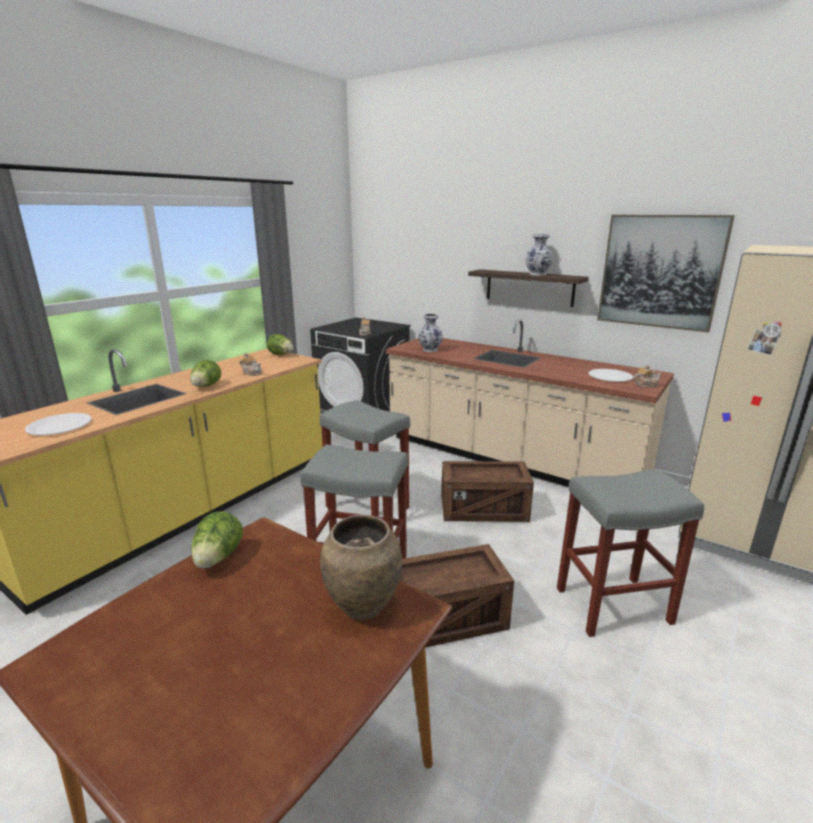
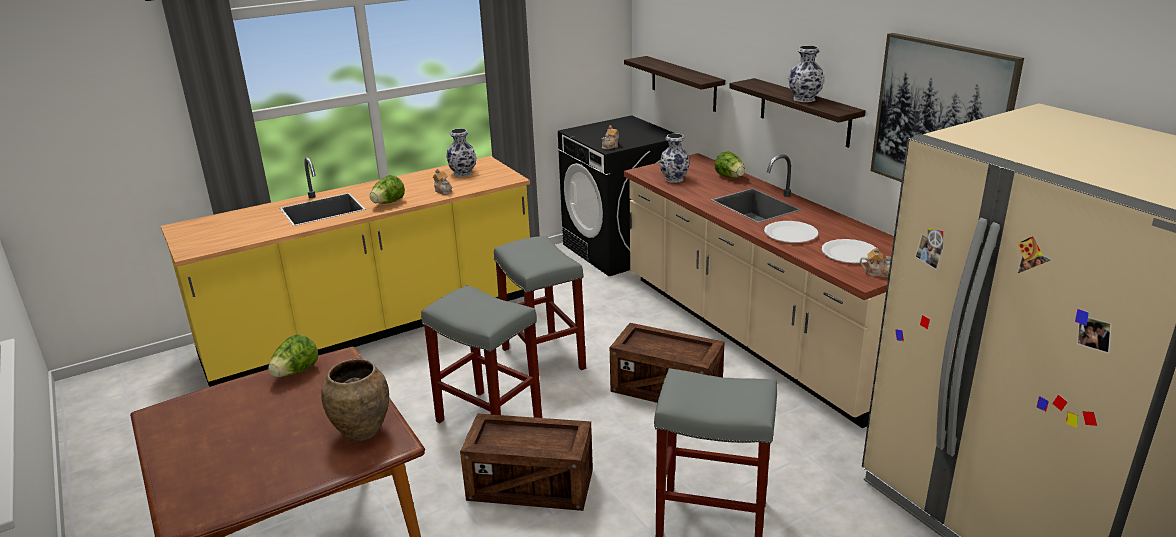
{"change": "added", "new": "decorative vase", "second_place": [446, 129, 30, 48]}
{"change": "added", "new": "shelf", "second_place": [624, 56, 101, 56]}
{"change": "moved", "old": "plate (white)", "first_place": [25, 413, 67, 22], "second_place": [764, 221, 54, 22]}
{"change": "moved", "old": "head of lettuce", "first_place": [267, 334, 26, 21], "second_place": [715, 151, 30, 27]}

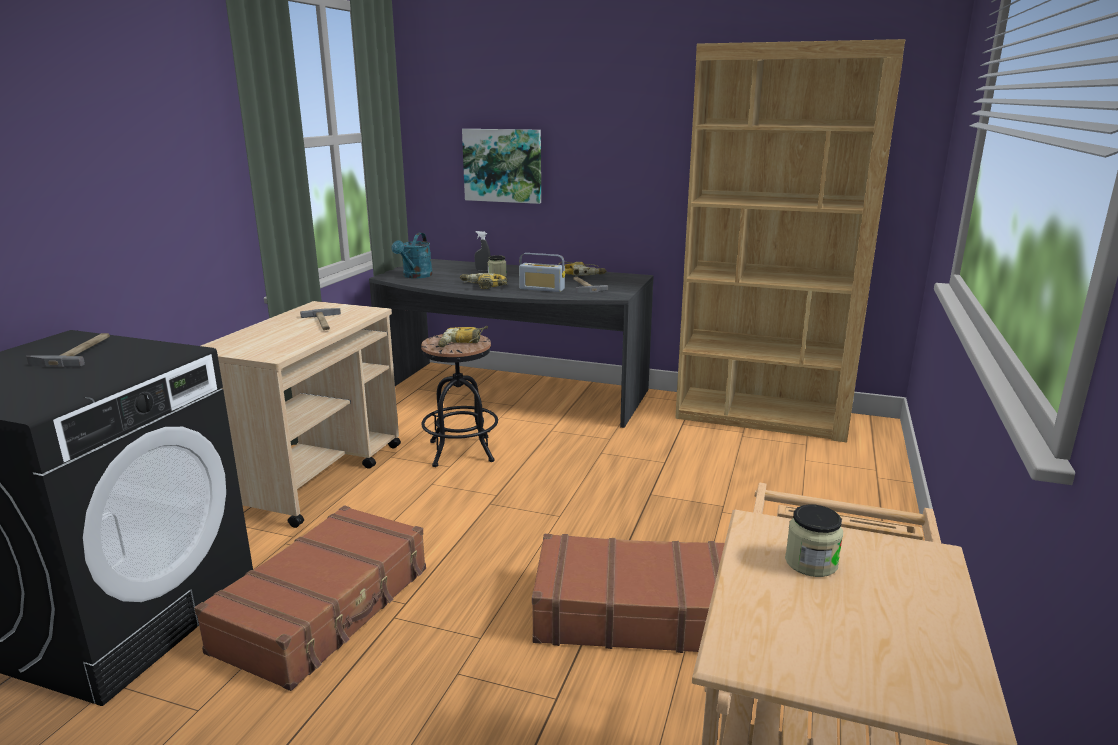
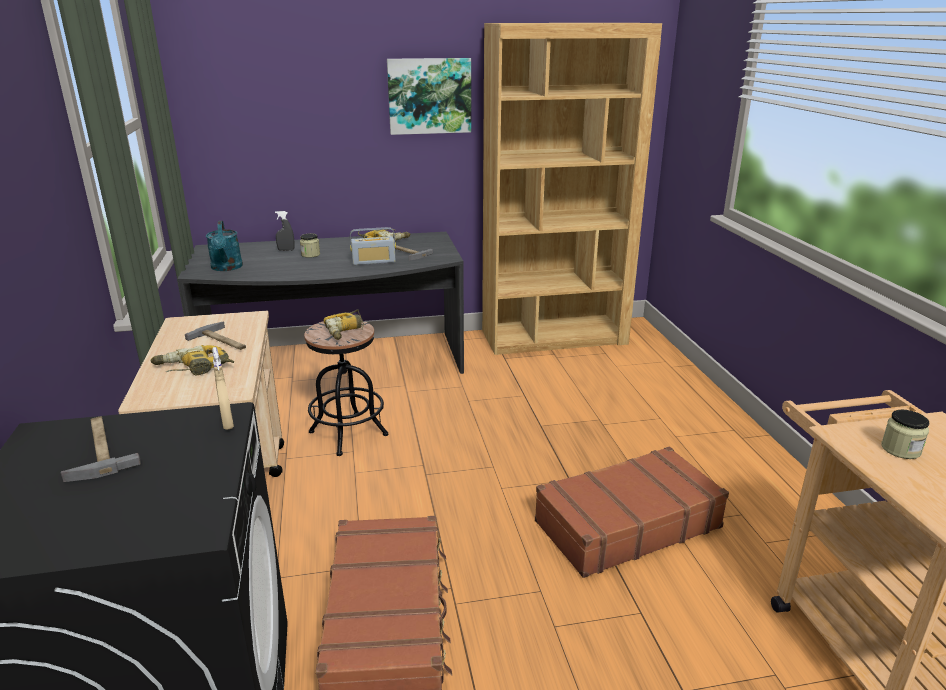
{"change": "added", "new": "hand sprayer (sand-coloured)", "second_place": [212, 347, 22, 83]}
{"change": "moved", "old": "electric drill", "first_place": [460, 273, 47, 16], "second_place": [150, 345, 84, 31]}
{"change": "moved", "old": "picture", "first_place": [462, 129, 79, 75], "second_place": [387, 58, 84, 77]}

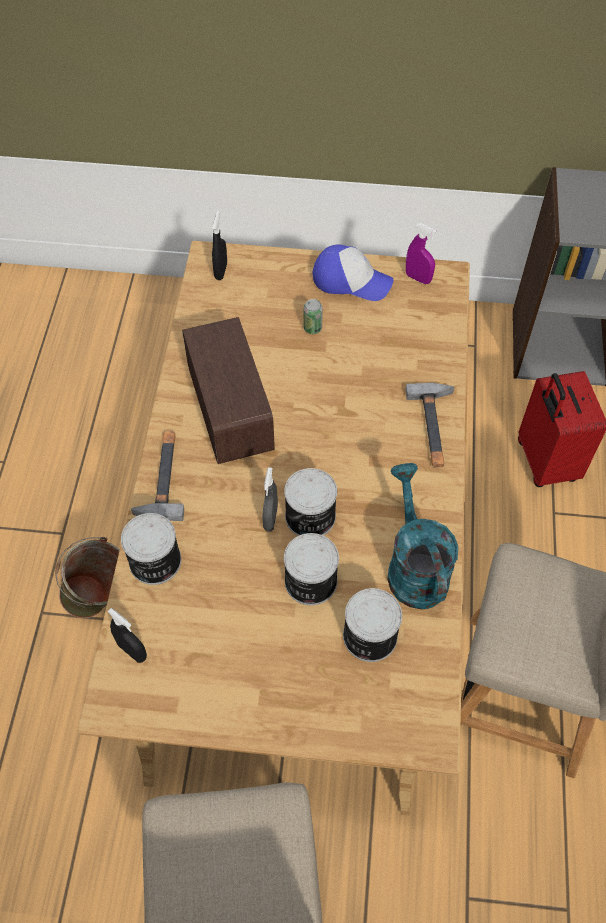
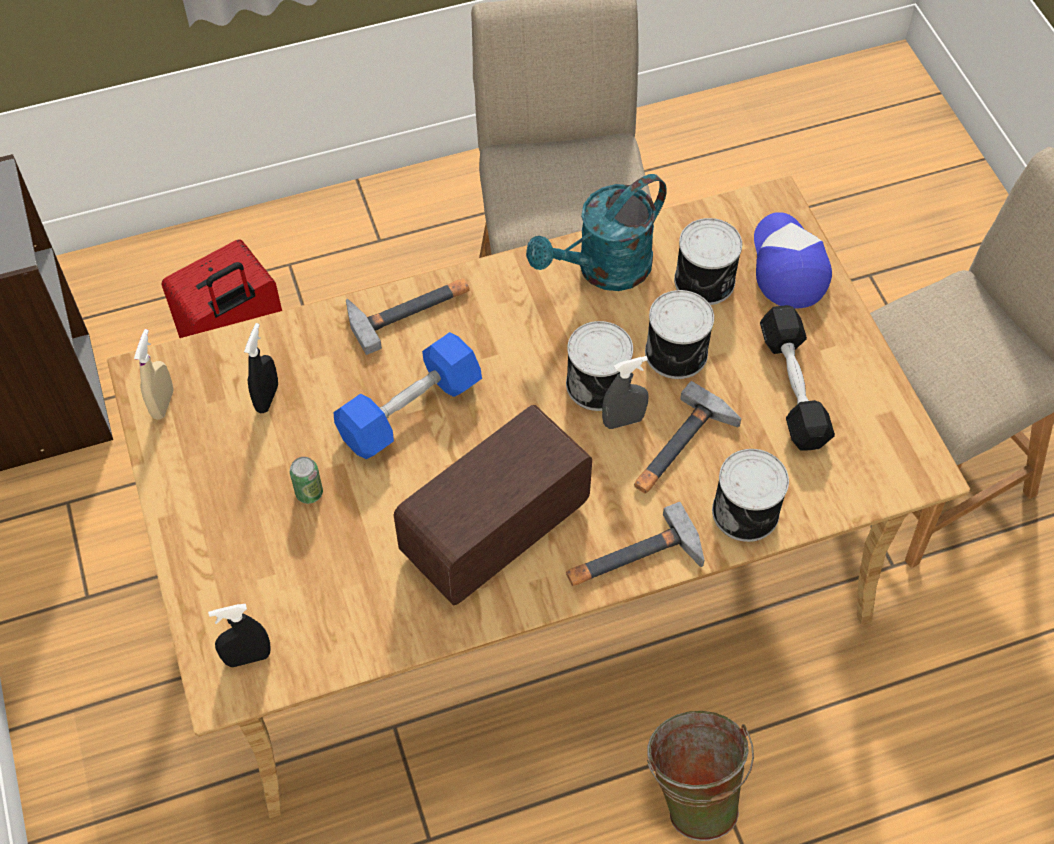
{"change": "added", "new": "free weight (blue-coloured)", "second_place": [333, 332, 149, 127]}
{"change": "added", "new": "hammer", "second_place": [634, 381, 107, 112]}
{"change": "added", "new": "free weight (black-coloured)", "second_place": [760, 305, 75, 146]}
{"change": "moved", "old": "hand sprayer (black-coloured)", "first_place": [107, 608, 40, 55], "second_place": [244, 323, 34, 90]}
{"change": "moved", "old": "baseball cap", "first_place": [312, 244, 81, 57], "second_place": [754, 212, 78, 97]}
{"change": "recoloured", "old": "hand sprayer (purple)", "new": "hand sprayer (sand-coloured)", "first_place": [406, 223, 31, 61], "second_place": [134, 329, 40, 91]}

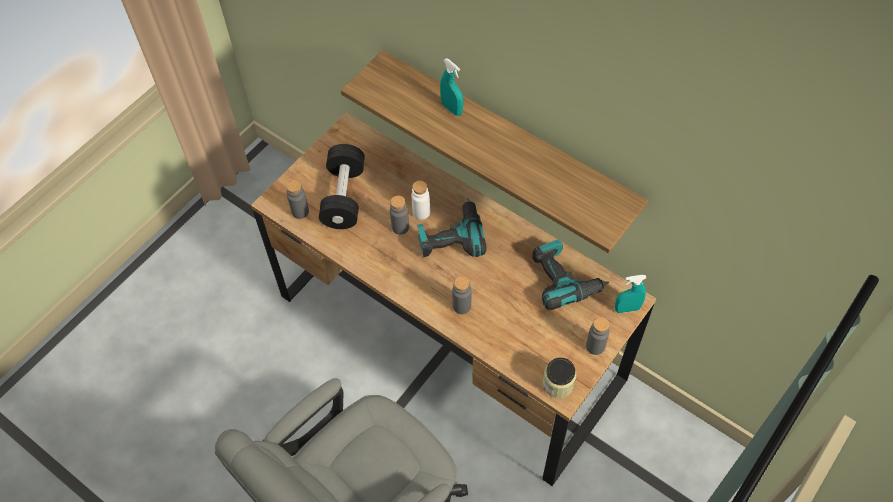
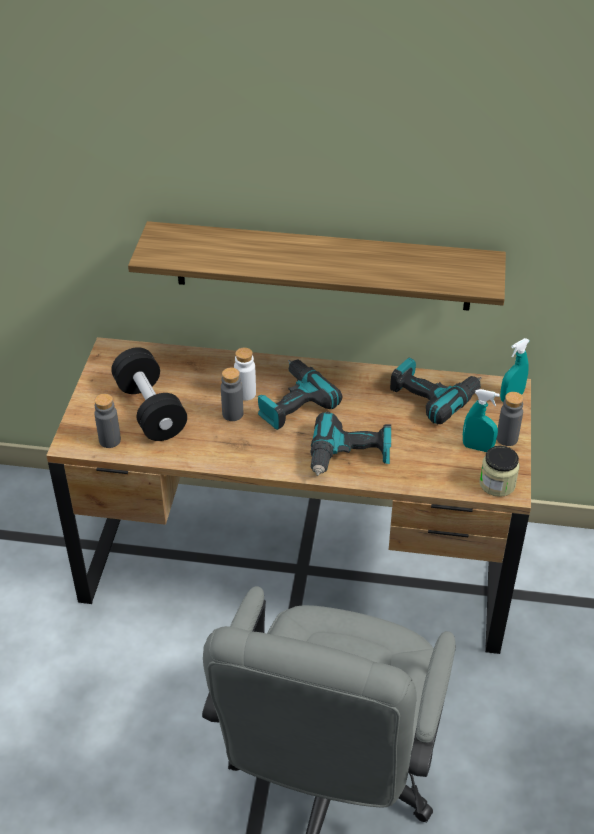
{"change": "moved", "old": "hand sprayer (turquoise-coloured)", "first_place": [440, 58, 23, 58], "second_place": [463, 389, 37, 63]}
{"change": "replaced", "old": "beverage bottle (grey)", "new": "electric drill", "first_place": [452, 276, 19, 38], "second_place": [310, 412, 81, 64]}

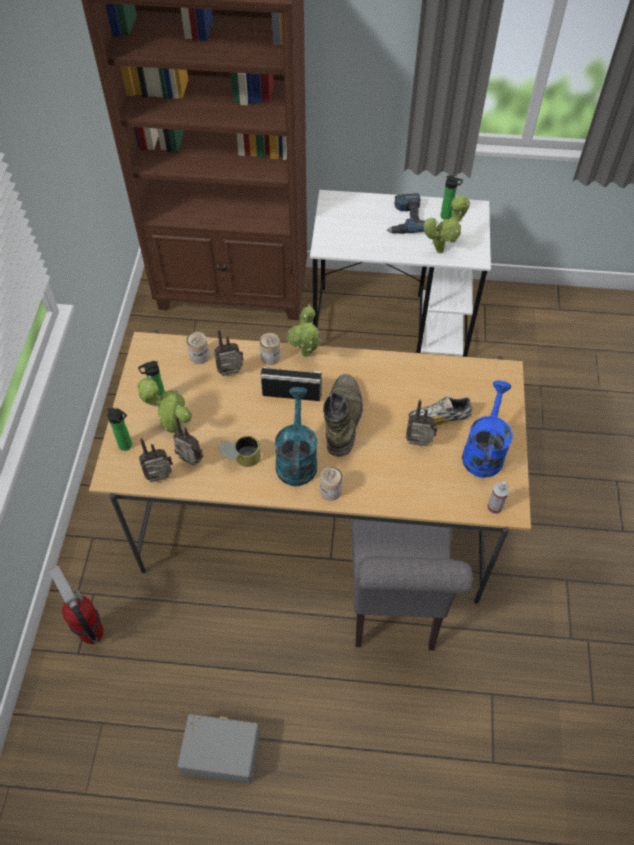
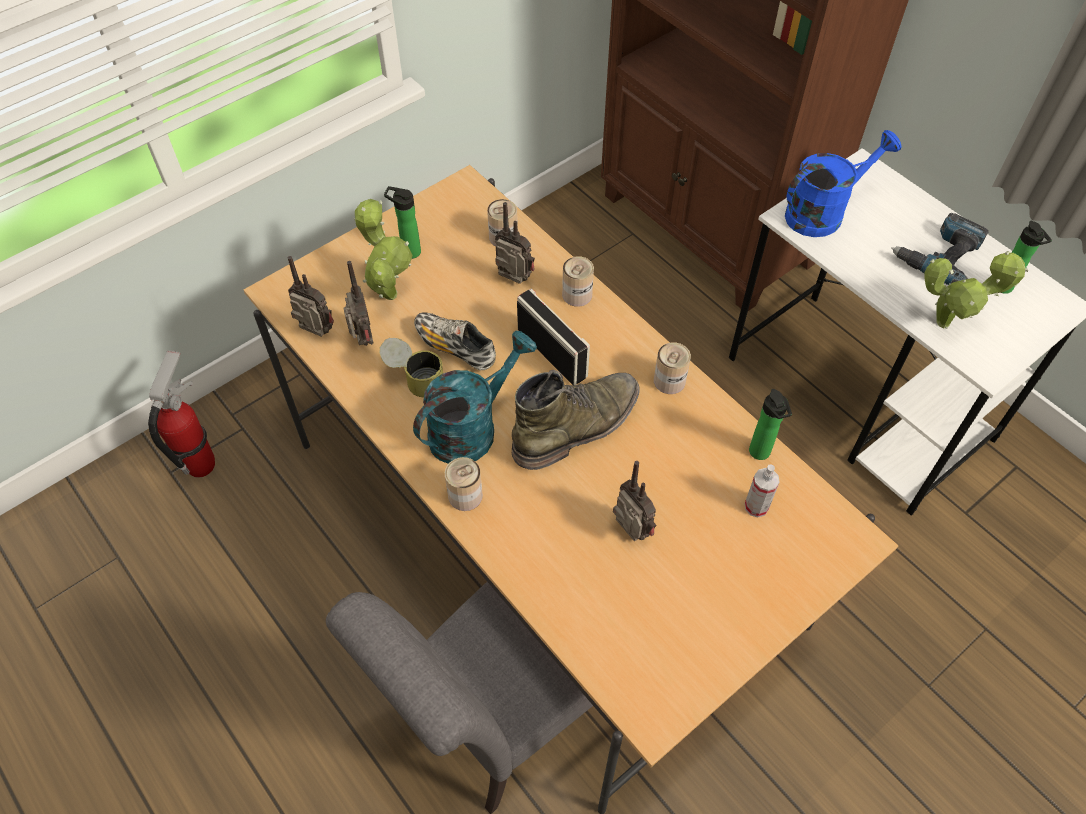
{"change": "removed", "old": "storage box (grey)", "first_place": [177, 714, 83, 70]}
{"change": "removed", "old": "plant in a pot", "first_place": [286, 305, 36, 52]}
{"change": "added", "new": "sealed can", "second_place": [654, 342, 37, 52]}
{"change": "moved", "old": "beverage bottle", "first_place": [107, 408, 25, 43], "second_place": [749, 389, 43, 71]}
{"change": "moved", "old": "item of footwear", "first_place": [409, 397, 63, 30], "second_place": [414, 313, 82, 57]}
{"change": "moved", "old": "sprinkling can (blue-coloured)", "first_place": [462, 380, 51, 98], "second_place": [785, 130, 117, 107]}
{"change": "moved", "old": "hand sprayer", "first_place": [487, 481, 22, 33], "second_place": [745, 464, 34, 53]}

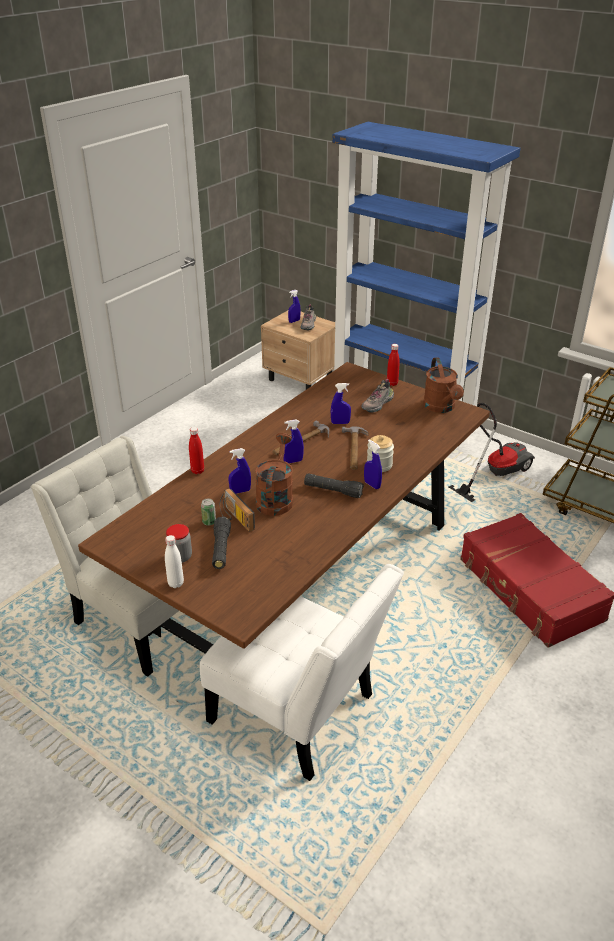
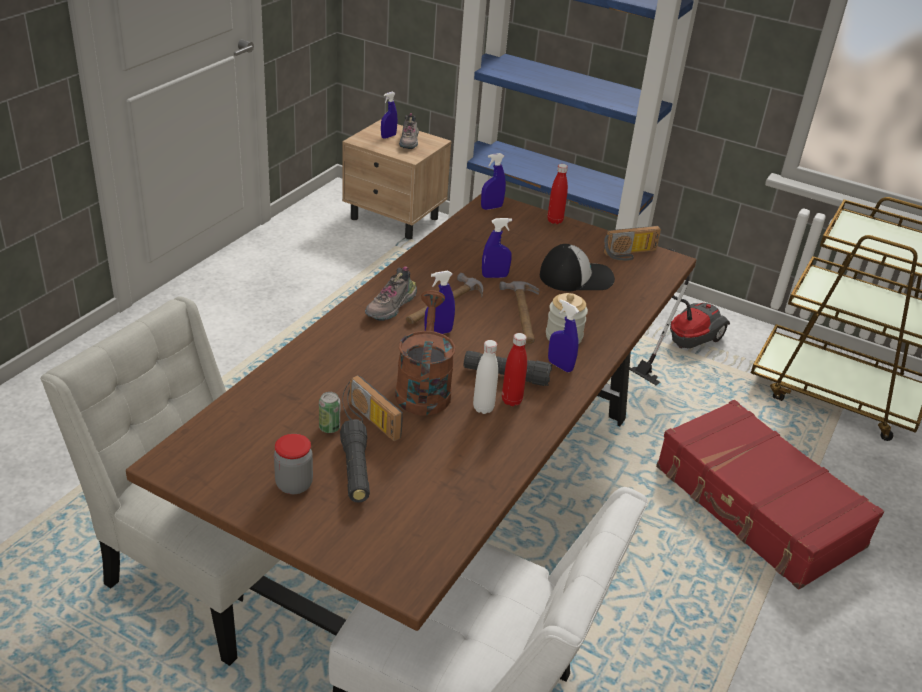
{"change": "added", "new": "baseball cap", "second_place": [540, 244, 75, 47]}
{"change": "moved", "old": "beverage bottle (white)", "first_place": [165, 535, 19, 53], "second_place": [473, 340, 25, 74]}
{"change": "moved", "old": "beverage bottle (reddish)", "first_place": [189, 427, 15, 47], "second_place": [502, 333, 25, 73]}
{"change": "moved", "old": "hand sprayer (blue-coloured)", "first_place": [229, 448, 22, 46], "second_place": [481, 153, 25, 57]}
{"change": "moved", "old": "item of footwear", "first_place": [361, 379, 33, 34], "second_place": [365, 266, 52, 55]}
{"change": "replaced", "old": "sprinkling can (brown-coloured)", "new": "radio set", "first_place": [423, 357, 41, 56], "second_place": [604, 226, 57, 35]}

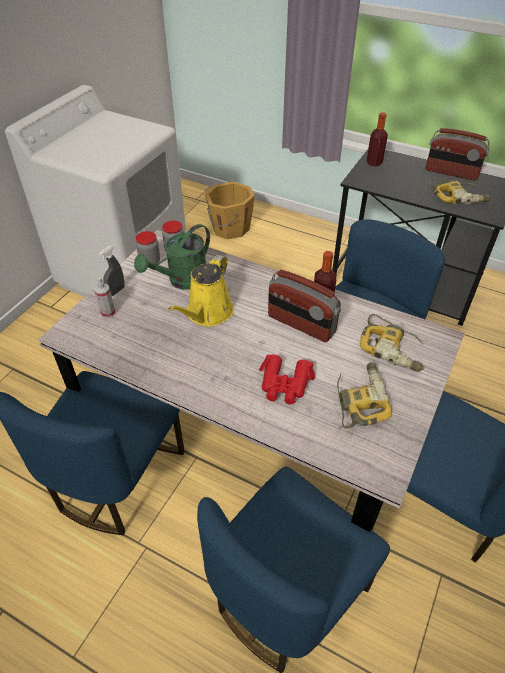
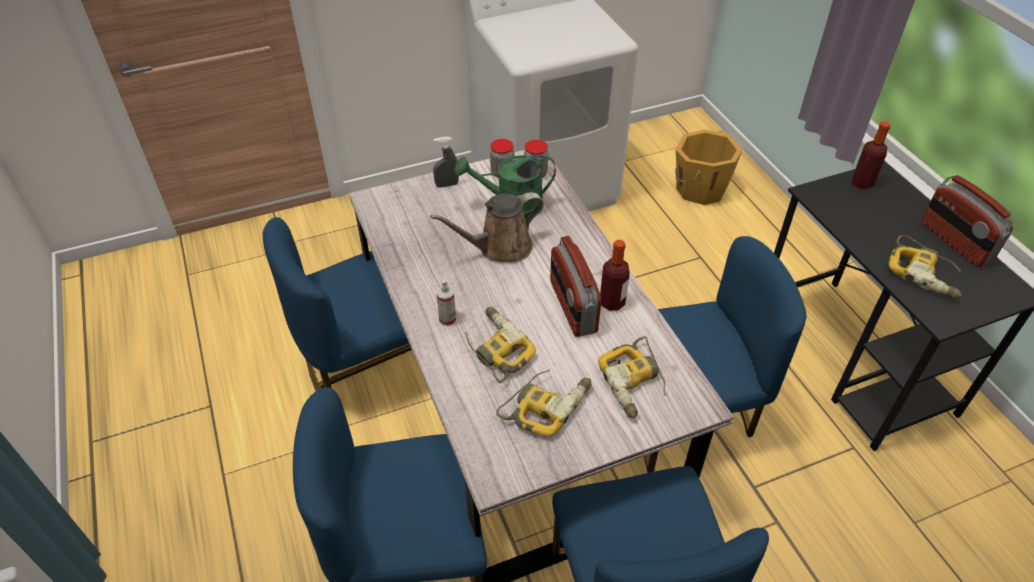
{"change": "moved", "old": "hand sprayer", "first_place": [94, 277, 21, 41], "second_place": [437, 279, 19, 47]}
{"change": "replaced", "old": "field glasses (reddish)", "new": "electric drill", "first_place": [259, 354, 56, 51], "second_place": [465, 307, 71, 76]}
{"change": "recoloured", "old": "sprinkling can (yellowish)", "new": "sprinkling can (brown-coloured)", "first_place": [168, 255, 66, 72], "second_place": [430, 192, 114, 71]}

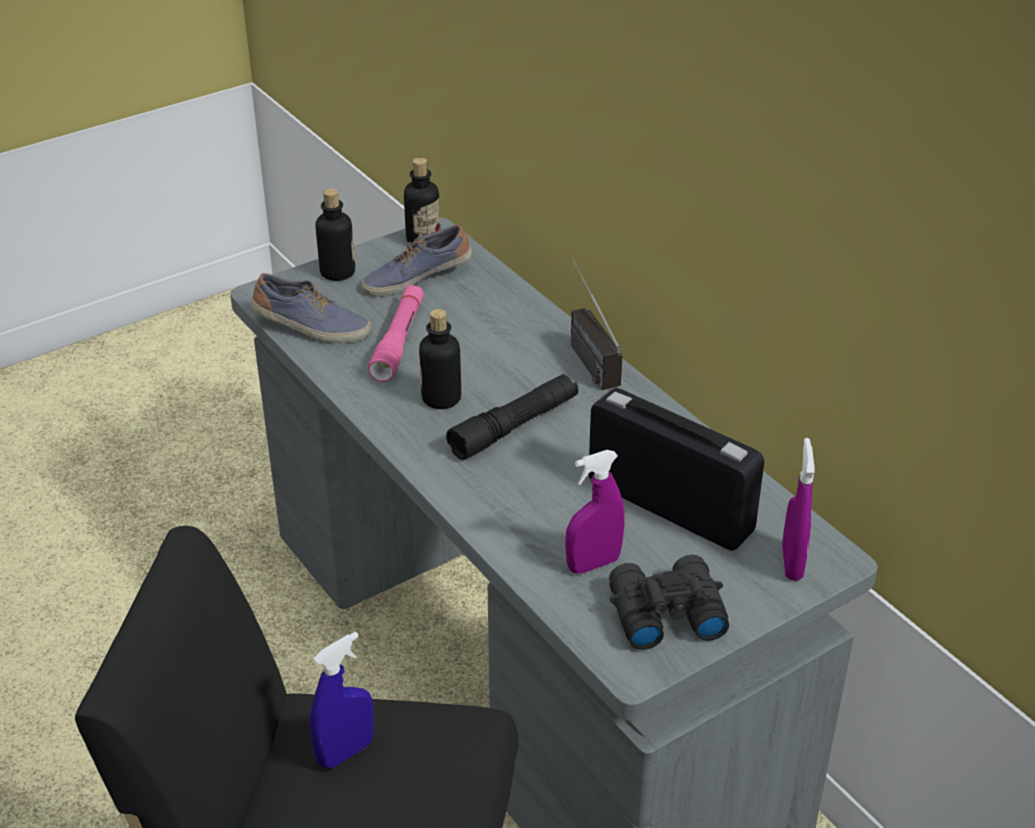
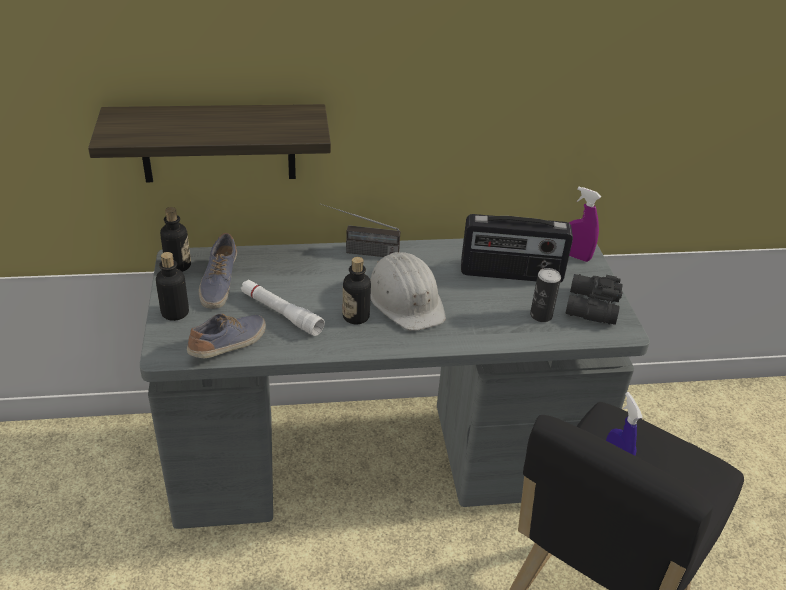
{"change": "added", "new": "shelf", "second_place": [88, 104, 243, 78]}
{"change": "replaced", "old": "flashlight (black-coloured)", "new": "hard hat (white)", "first_place": [446, 374, 133, 86], "second_place": [370, 252, 76, 79]}
{"change": "replaced", "old": "hand sprayer (purple)", "new": "sealed can", "first_place": [565, 450, 59, 124], "second_place": [530, 268, 31, 54]}
{"change": "recoloured", "old": "flashlight (pinkish)", "new": "flashlight (white)", "first_place": [368, 285, 56, 97], "second_place": [241, 280, 84, 56]}
{"change": "turned", "old": "radio set", "first_place": [589, 388, 175, 163], "second_place": [461, 214, 112, 69], "degrees": -150}

